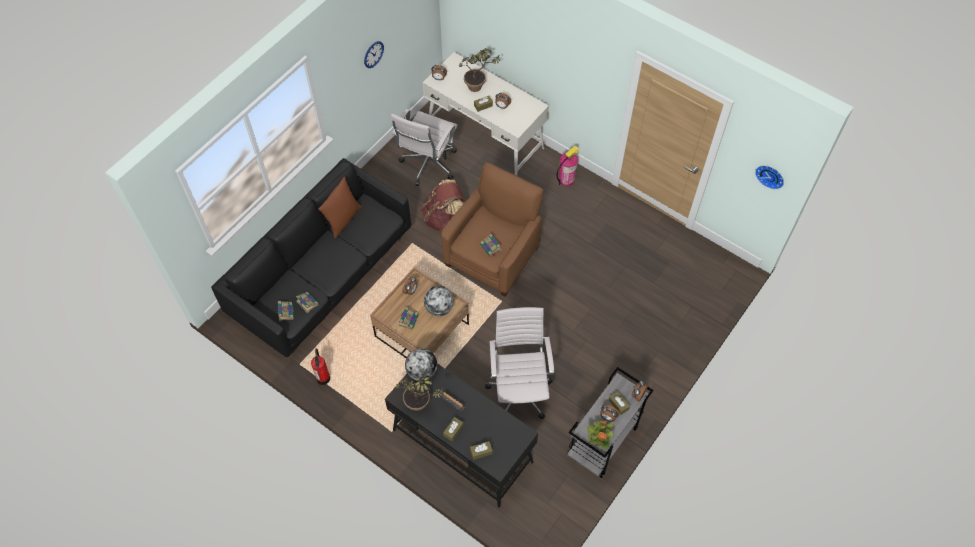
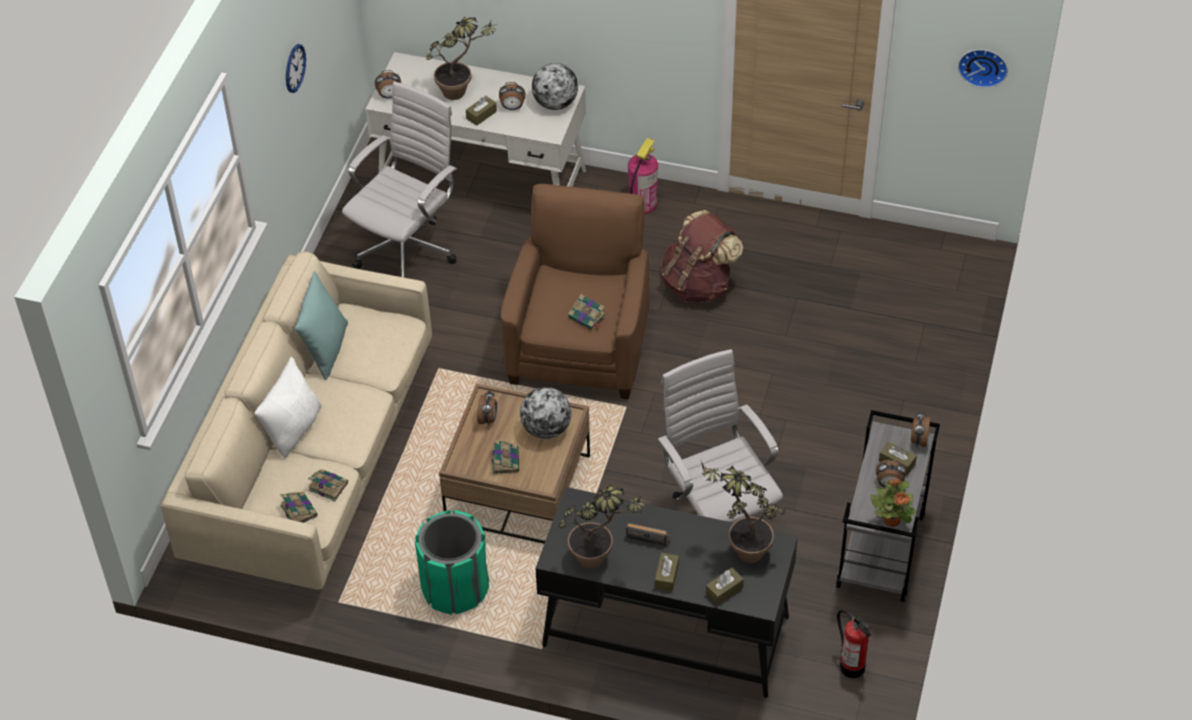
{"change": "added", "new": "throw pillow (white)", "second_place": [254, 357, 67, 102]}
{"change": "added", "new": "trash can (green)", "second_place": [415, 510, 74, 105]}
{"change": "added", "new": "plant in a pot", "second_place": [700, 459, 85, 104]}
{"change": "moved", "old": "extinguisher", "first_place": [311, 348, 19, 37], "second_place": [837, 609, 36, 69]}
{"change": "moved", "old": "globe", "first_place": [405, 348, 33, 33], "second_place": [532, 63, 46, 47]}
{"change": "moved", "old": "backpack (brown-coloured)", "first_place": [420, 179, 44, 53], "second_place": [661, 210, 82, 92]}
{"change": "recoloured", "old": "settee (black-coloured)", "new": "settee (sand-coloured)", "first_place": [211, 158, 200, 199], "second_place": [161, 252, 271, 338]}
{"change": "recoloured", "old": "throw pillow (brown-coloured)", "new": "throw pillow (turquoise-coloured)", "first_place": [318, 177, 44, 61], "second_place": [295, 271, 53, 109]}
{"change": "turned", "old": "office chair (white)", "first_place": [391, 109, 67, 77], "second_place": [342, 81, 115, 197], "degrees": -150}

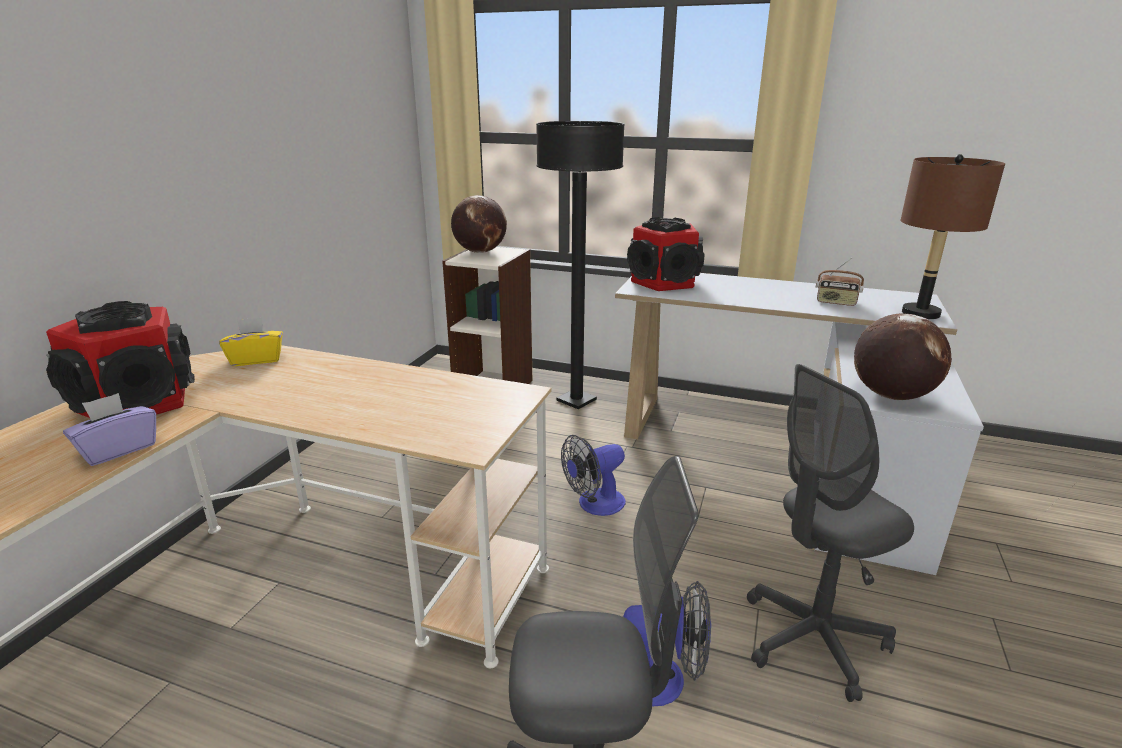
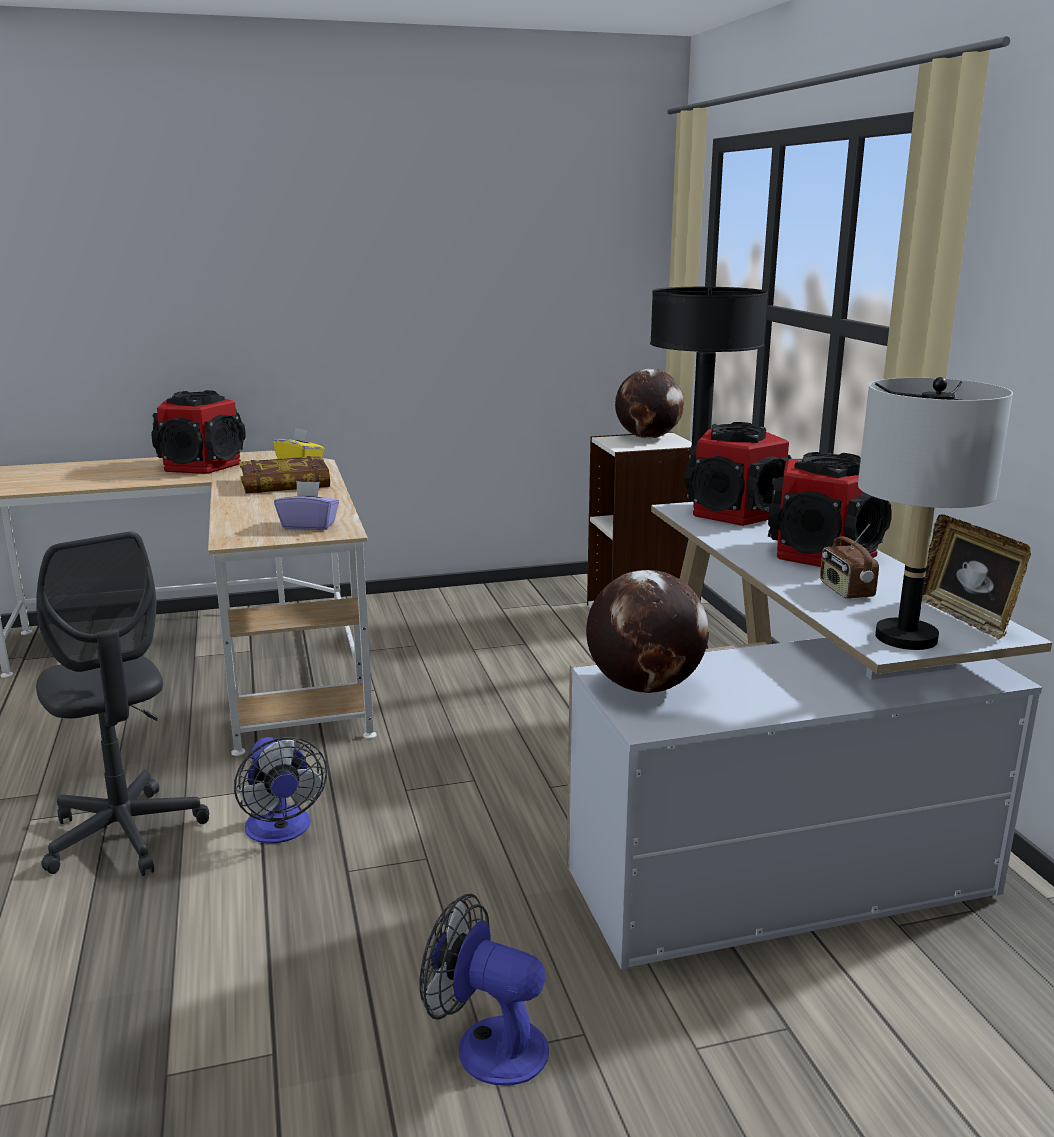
{"change": "removed", "old": "office chair (grey)", "first_place": [747, 364, 167, 338]}
{"change": "added", "new": "book", "second_place": [239, 456, 91, 37]}
{"change": "added", "new": "loudspeaker", "second_place": [768, 452, 124, 115]}
{"change": "added", "new": "standing frame", "second_place": [922, 514, 109, 125]}
{"change": "moved", "old": "tissue holder (purple)", "first_place": [63, 393, 93, 73], "second_place": [274, 481, 65, 49]}
{"change": "moved", "old": "fan", "first_place": [561, 435, 65, 81], "second_place": [419, 894, 130, 192]}
{"change": "recoloured", "old": "table lamp (brown-coloured)", "new": "table lamp (grey)", "first_place": [901, 154, 104, 165], "second_place": [858, 377, 155, 273]}

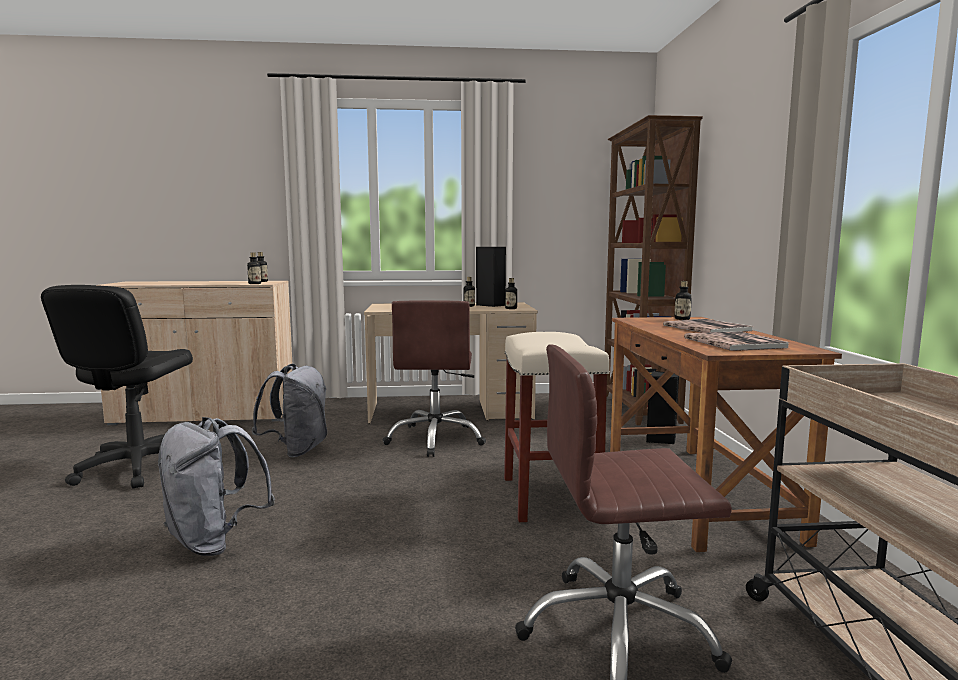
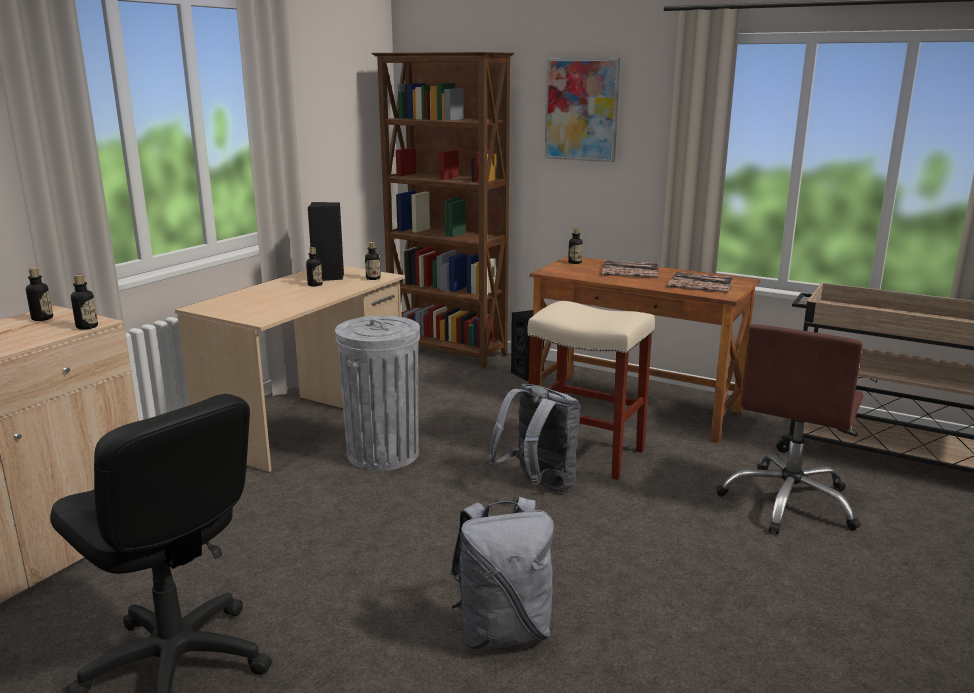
{"change": "added", "new": "picture", "second_place": [545, 58, 75, 104]}
{"change": "moved", "old": "backpack (grey)", "first_place": [251, 364, 76, 93], "second_place": [488, 384, 93, 108]}
{"change": "replaced", "old": "office chair (brown-coloured)", "new": "trash can (grey)", "first_place": [383, 300, 103, 157], "second_place": [335, 316, 85, 155]}

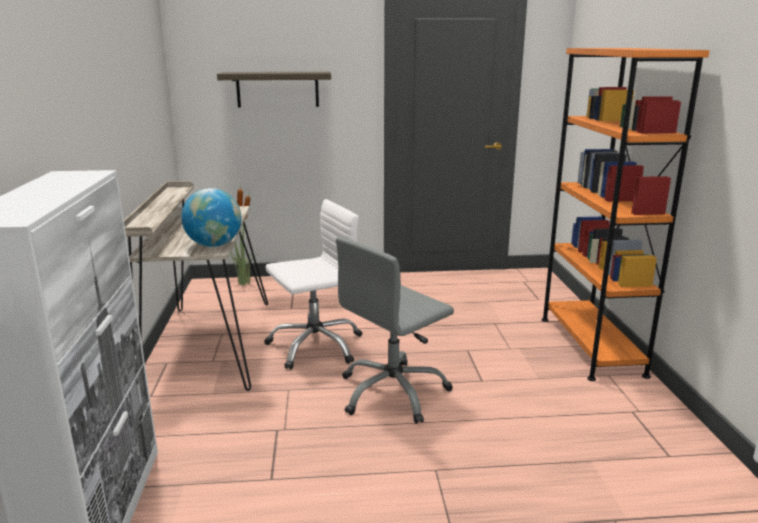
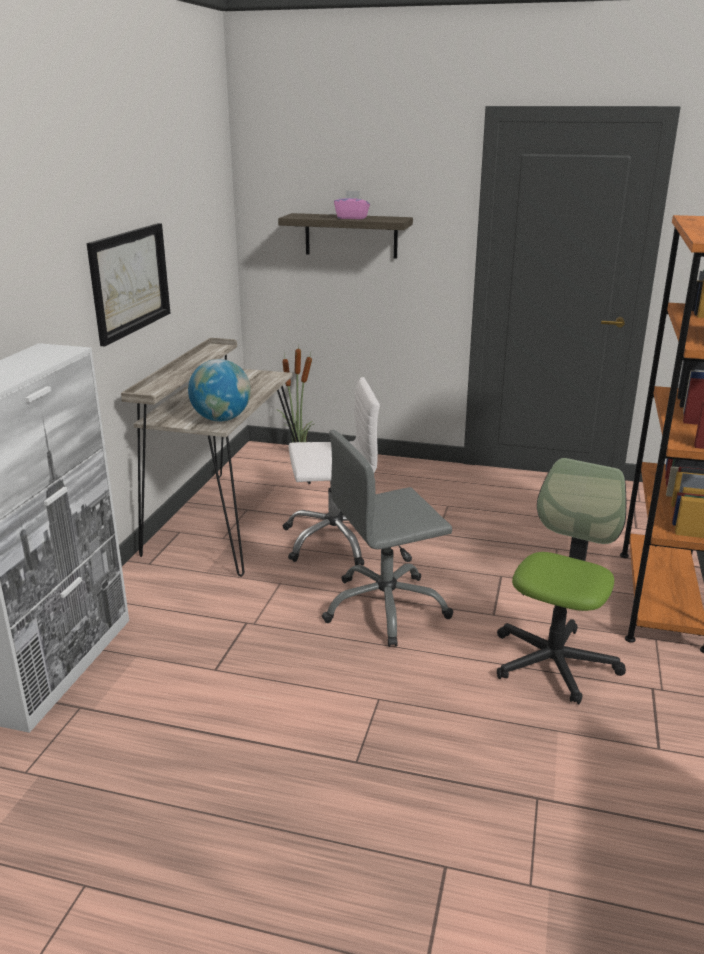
{"change": "added", "new": "picture", "second_place": [87, 223, 83, 123]}
{"change": "added", "new": "tissue holder (pinkish)", "second_place": [334, 191, 36, 28]}
{"change": "added", "new": "office chair", "second_place": [497, 458, 129, 246]}

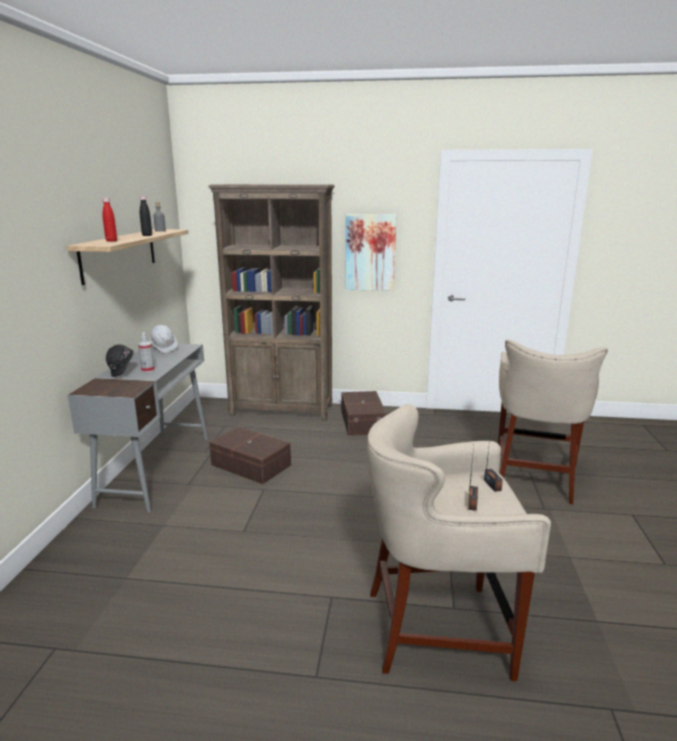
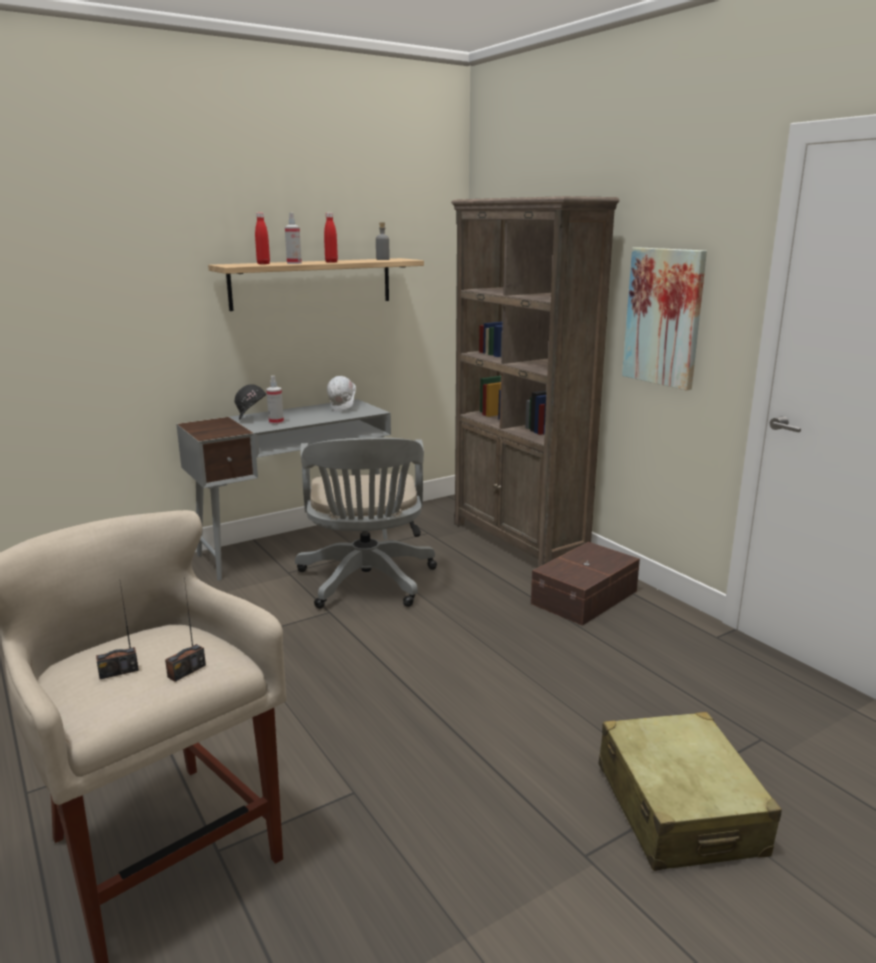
{"change": "added", "new": "hand sprayer", "second_place": [285, 213, 17, 51]}
{"change": "replaced", "old": "storage box (brown-coloured)", "new": "office chair (grey)", "first_place": [209, 427, 82, 57], "second_place": [295, 437, 142, 172]}
{"change": "replaced", "old": "sitting stool (sand-coloured)", "new": "travel case (sand-coloured)", "first_place": [498, 339, 110, 165], "second_place": [598, 712, 184, 159]}
{"change": "recoloured", "old": "beverage bottle (black-coloured)", "new": "beverage bottle (reddish)", "first_place": [140, 196, 12, 40], "second_place": [324, 213, 14, 50]}

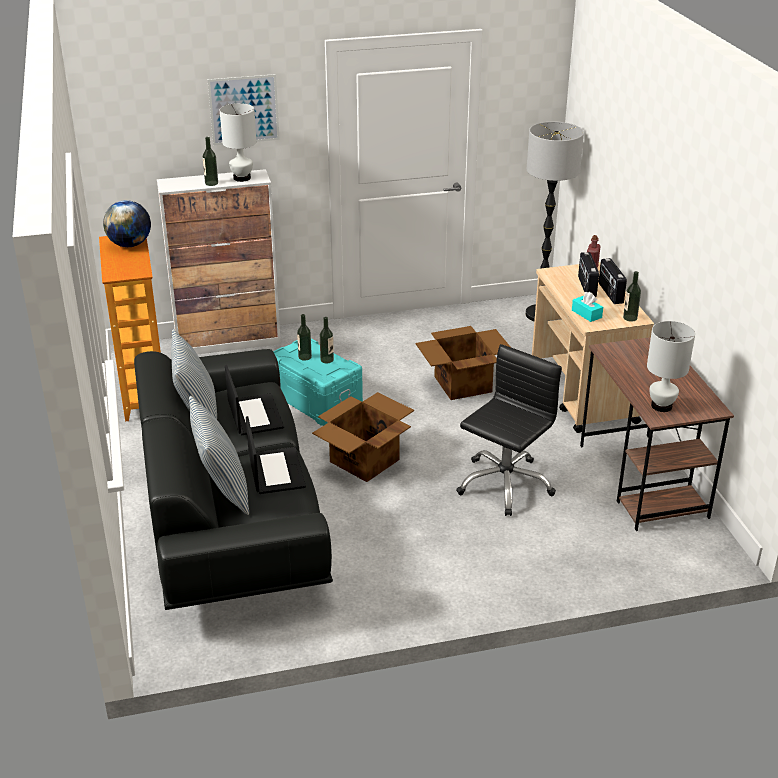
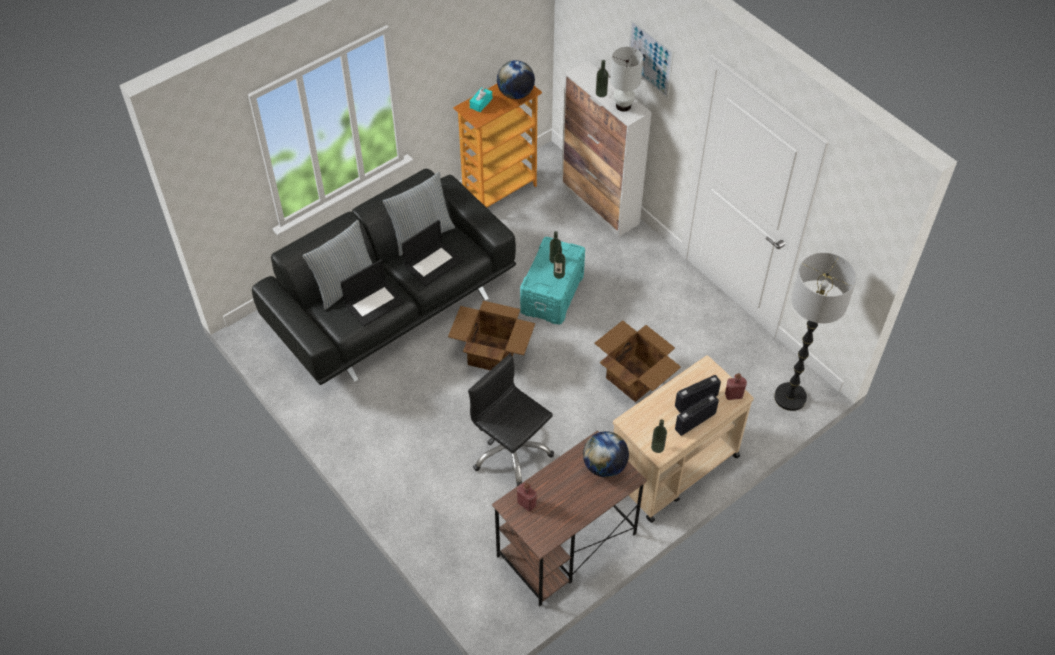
{"change": "added", "new": "globe", "second_place": [583, 431, 46, 47]}
{"change": "moved", "old": "tissue holder (turquoise-coloured)", "first_place": [572, 292, 31, 30], "second_place": [470, 87, 22, 25]}
{"change": "replaced", "old": "table lamp (white)", "new": "beverage bottle (reddish)", "first_place": [647, 321, 48, 91], "second_place": [517, 483, 20, 28]}
{"change": "turned", "old": "office chair (black-coloured)", "first_place": [456, 344, 106, 172], "second_place": [468, 354, 86, 132], "degrees": -150}

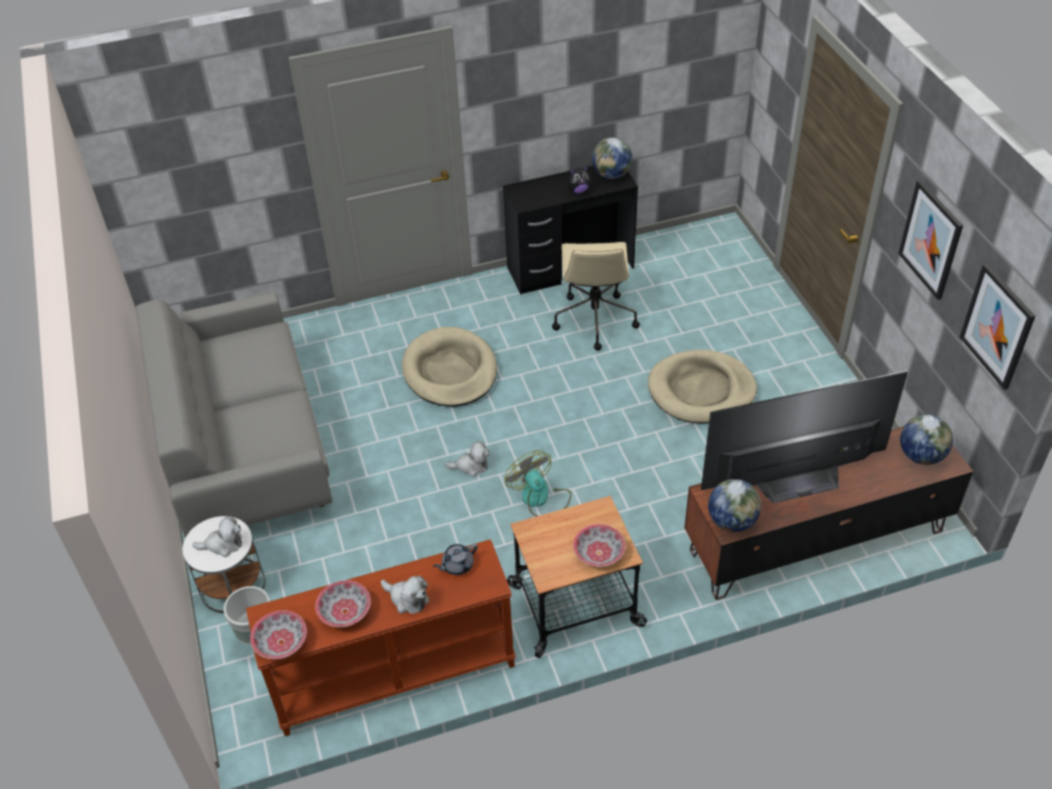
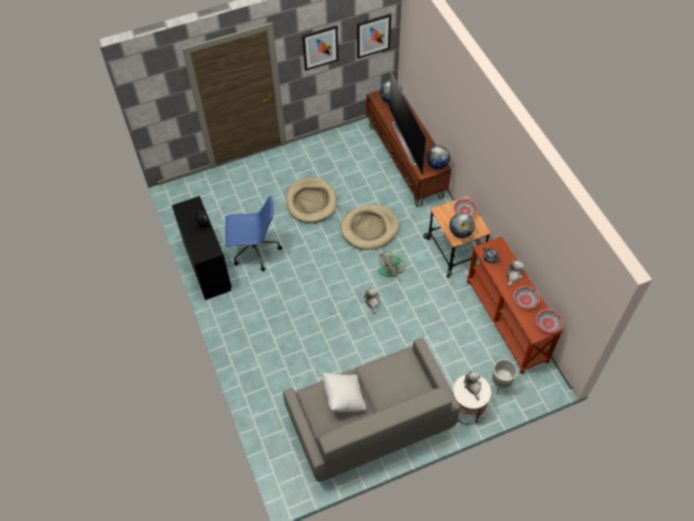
{"change": "added", "new": "throw pillow (white)", "second_place": [323, 373, 43, 39]}
{"change": "moved", "old": "dog bed (sand-coloured)", "first_place": [402, 327, 95, 80], "second_place": [341, 205, 58, 45]}
{"change": "moved", "old": "globe", "first_place": [592, 137, 40, 42], "second_place": [449, 213, 26, 25]}
{"change": "recoloured", "old": "office chair (sand-coloured)", "new": "office chair (blue-coloured)", "first_place": [552, 242, 88, 109], "second_place": [225, 196, 57, 75]}

